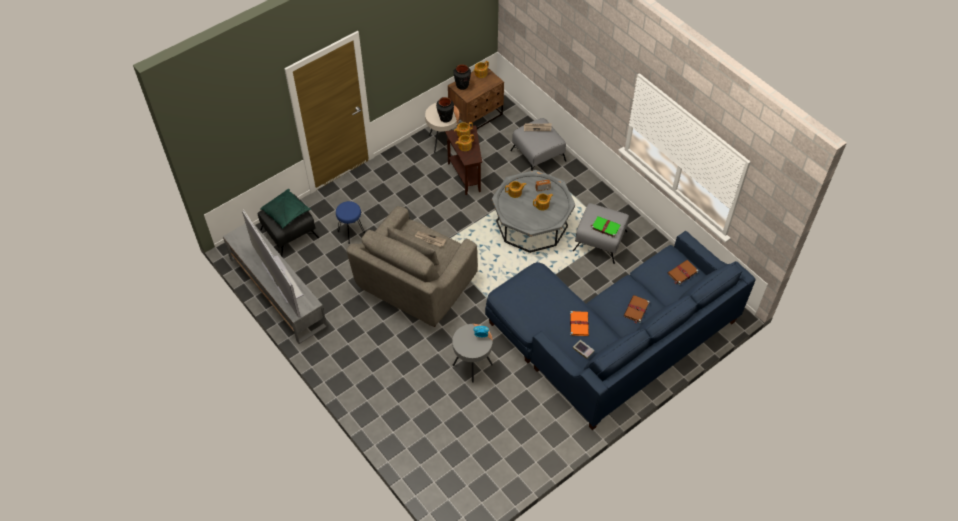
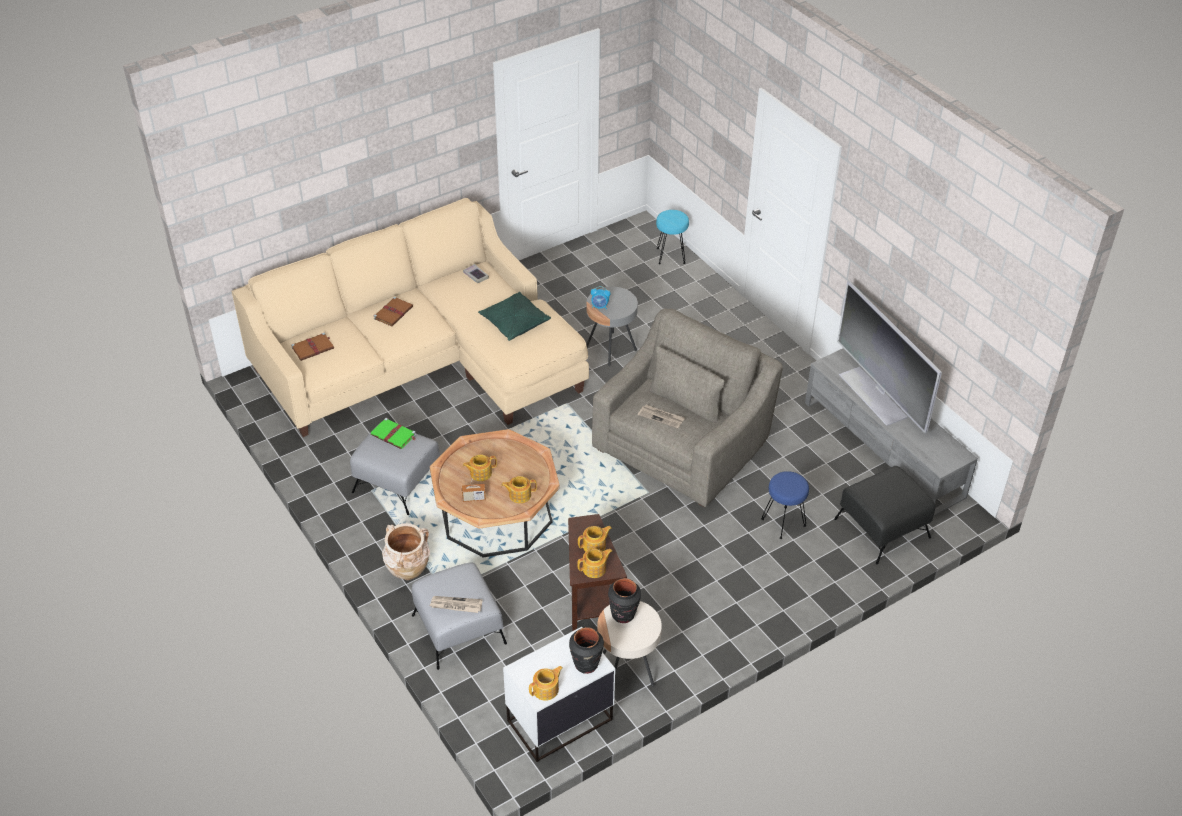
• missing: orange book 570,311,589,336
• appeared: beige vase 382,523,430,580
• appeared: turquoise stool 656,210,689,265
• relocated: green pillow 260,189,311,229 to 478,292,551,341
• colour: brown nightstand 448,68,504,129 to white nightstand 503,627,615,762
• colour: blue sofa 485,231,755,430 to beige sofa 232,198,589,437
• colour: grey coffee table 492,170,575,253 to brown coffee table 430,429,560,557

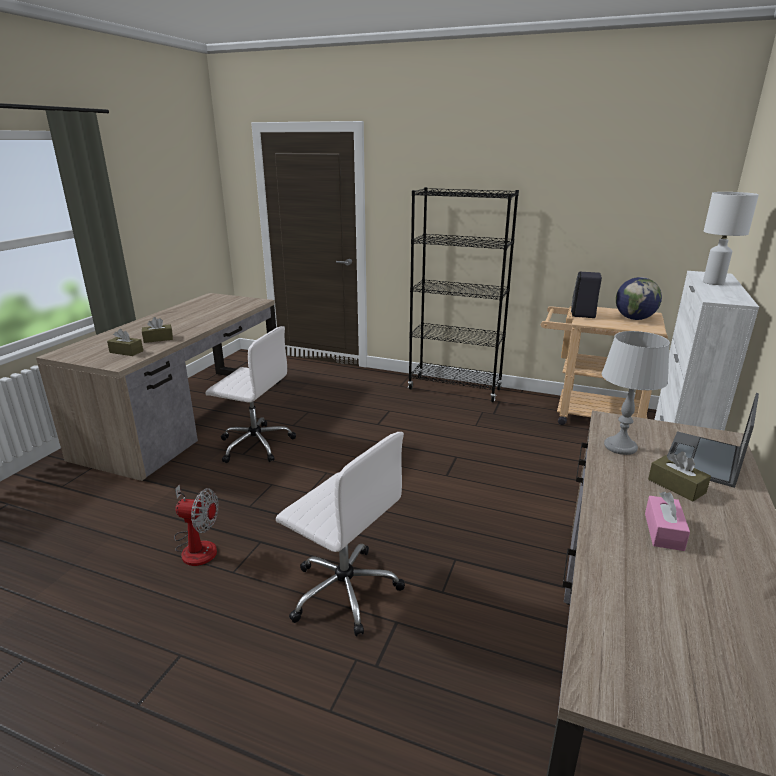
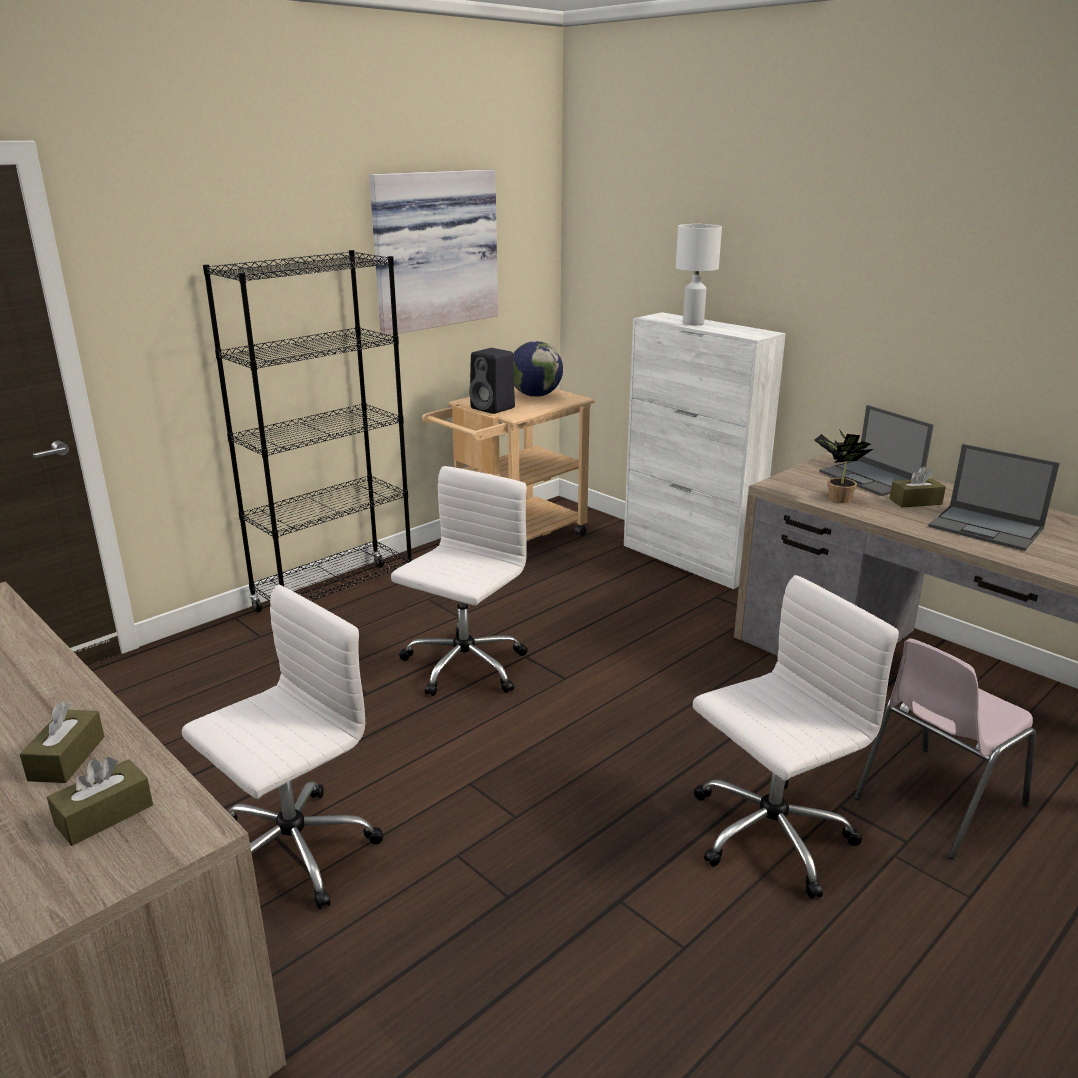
• missing: fan 174,485,219,566
• appeared: picture 369,169,498,336
• appeared: white office chair 391,466,527,696
• appeared: pink chair 854,638,1036,859
• exchanged: grey table lamp 602,331,670,455 to potted plant 814,429,873,503
• exchanged: pink tissue box 645,492,690,551 to laptop 928,444,1060,551

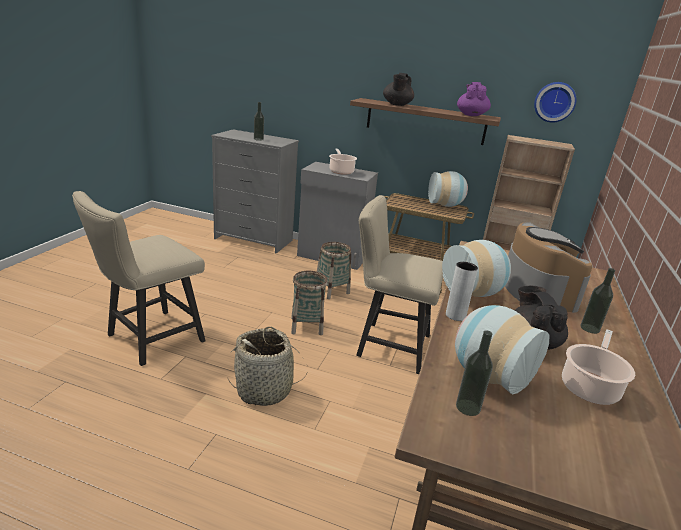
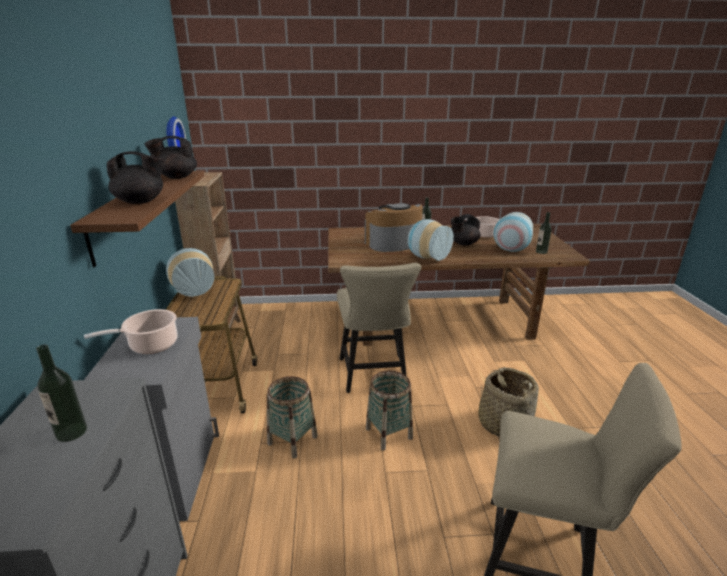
• missing: grey vase 446,262,478,321
• colour: purple teapot 457,82,491,116 to black teapot 145,136,197,179

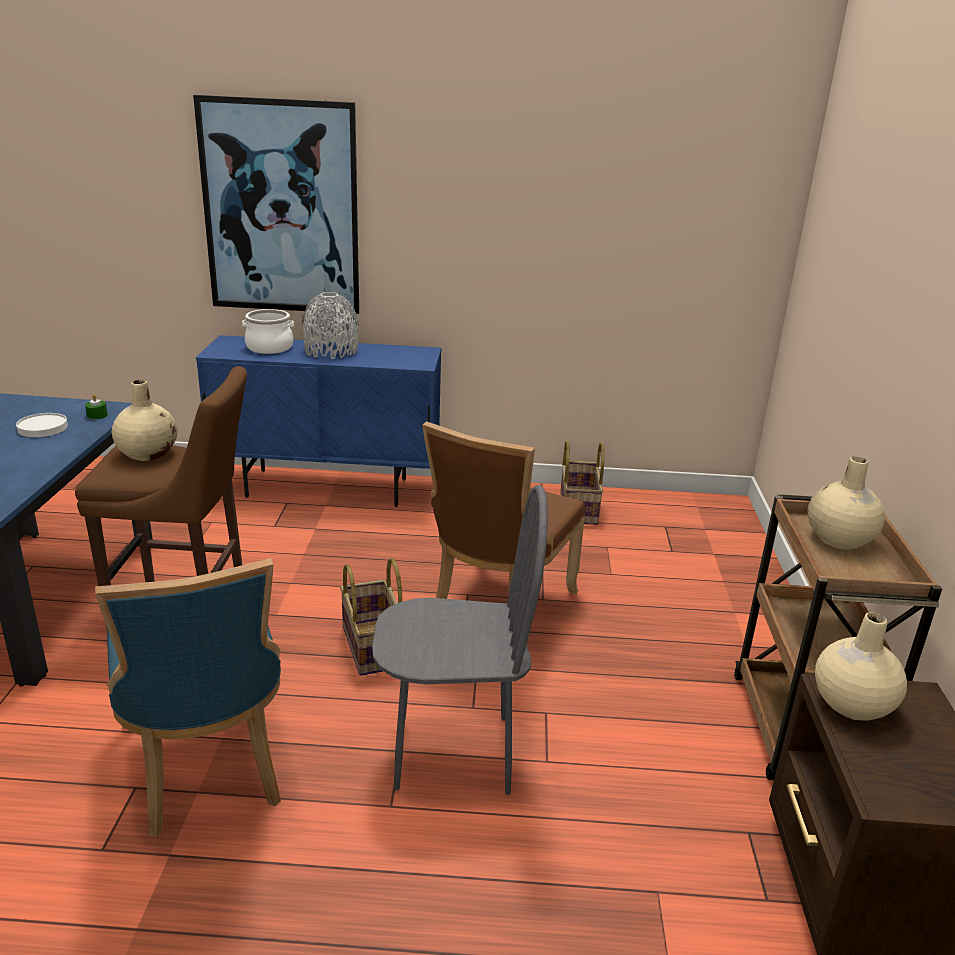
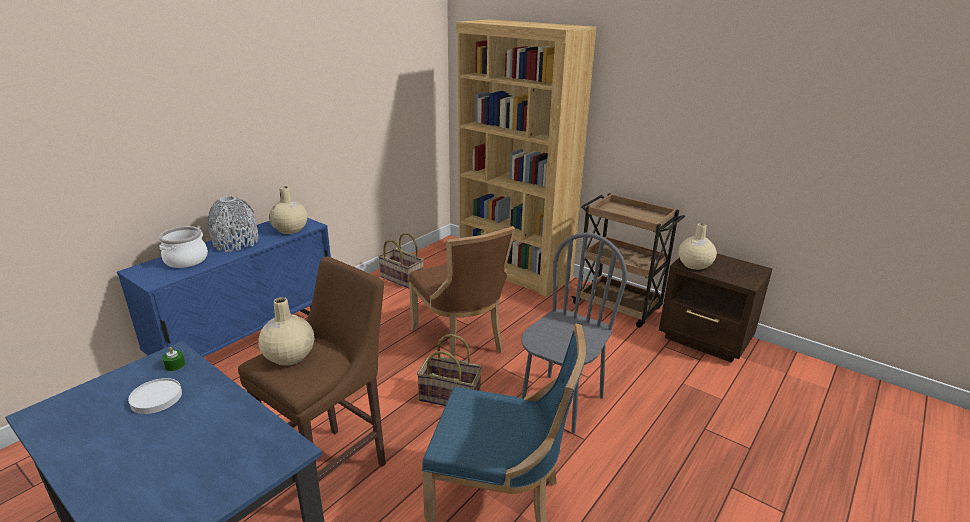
• missing: picture 193,95,359,314
• appeared: brown bookcase 456,19,596,297
• relocated: beige vase 807,456,885,549 to 269,186,308,234

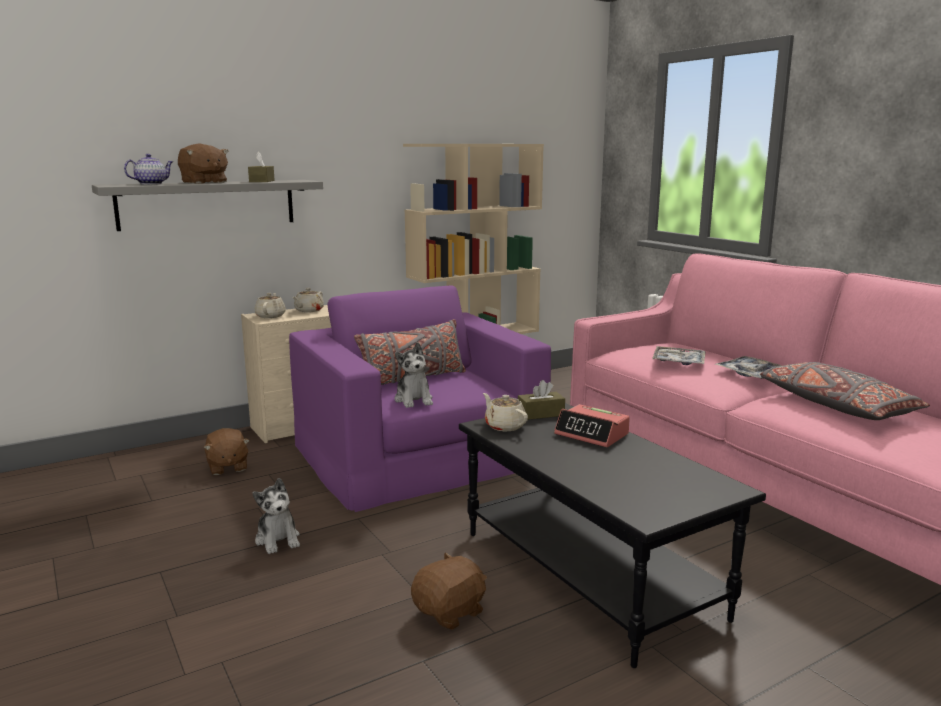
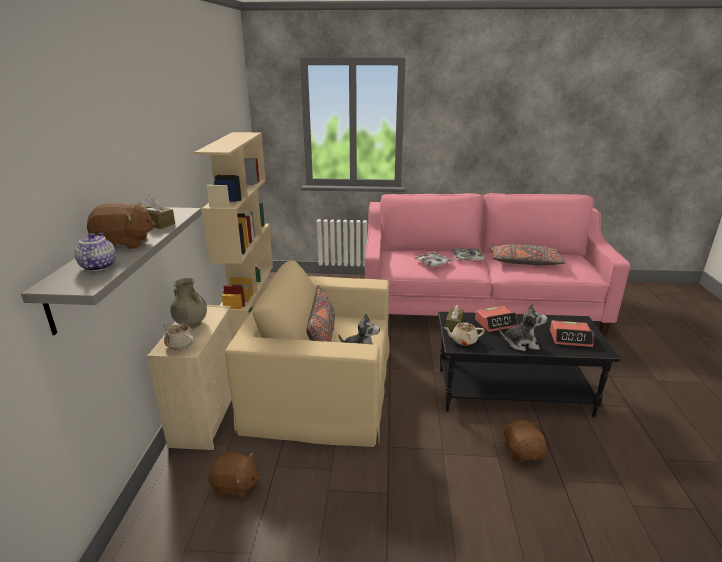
• appeared: alarm clock 550,320,593,347
• relocated: plush toy 253,478,300,554 to 499,303,547,351
• exchanged: beige teapot 293,288,324,312 to beige vase 170,278,207,329
• colour: purple armchair 289,286,551,512 to beige armchair 225,261,390,447

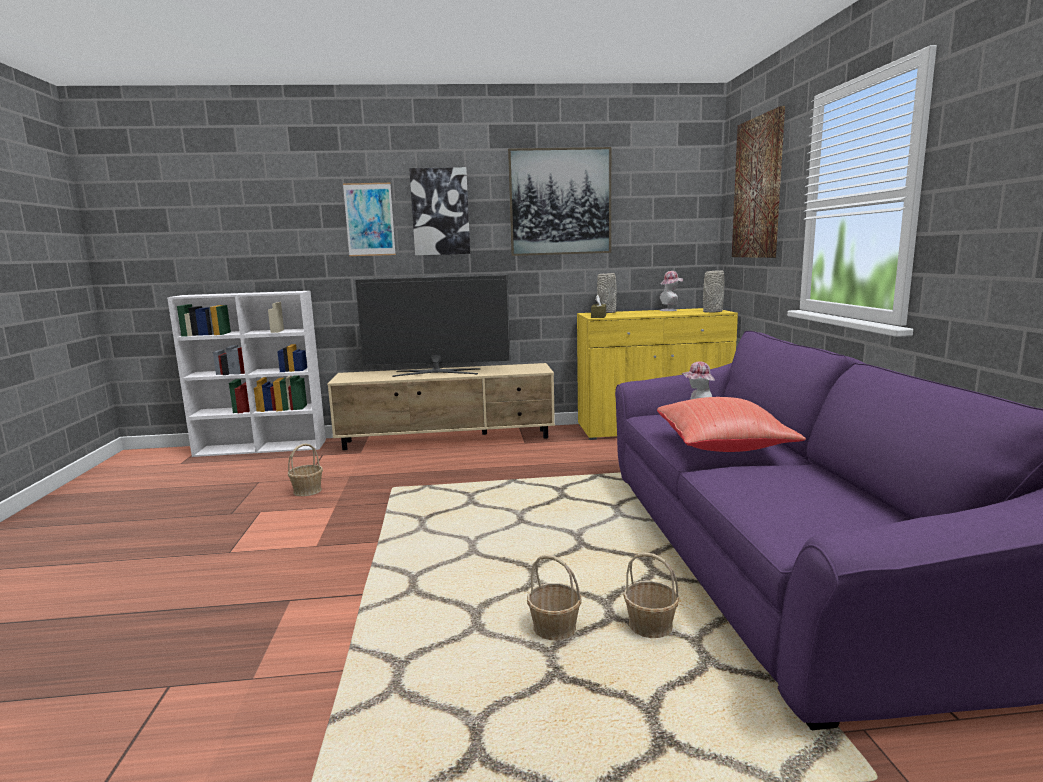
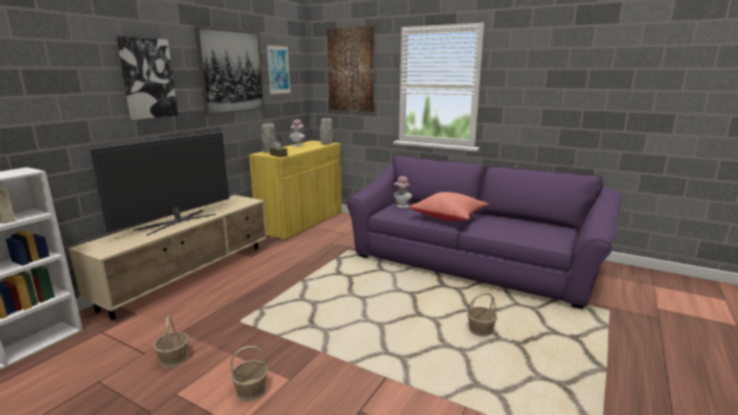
• relocated: picture 343,183,396,256 to 267,45,291,95
• relocated: basket 623,552,680,638 to 230,346,268,402

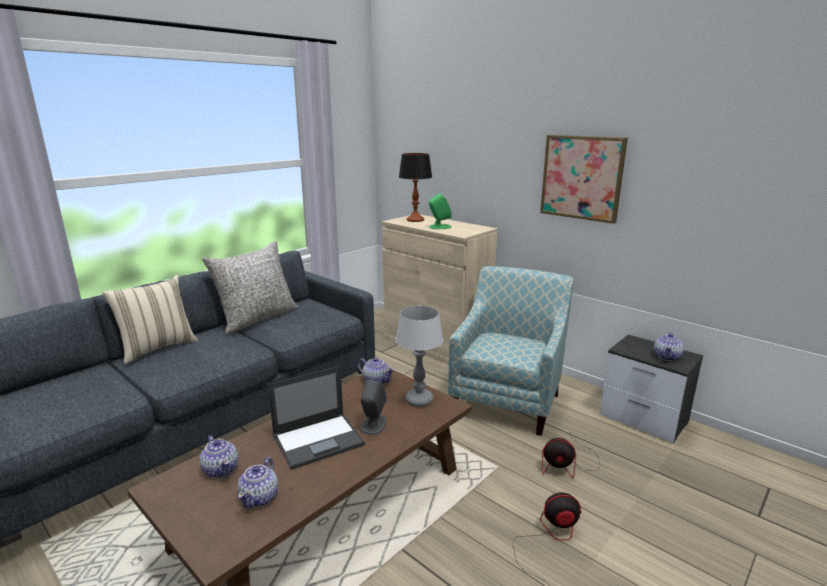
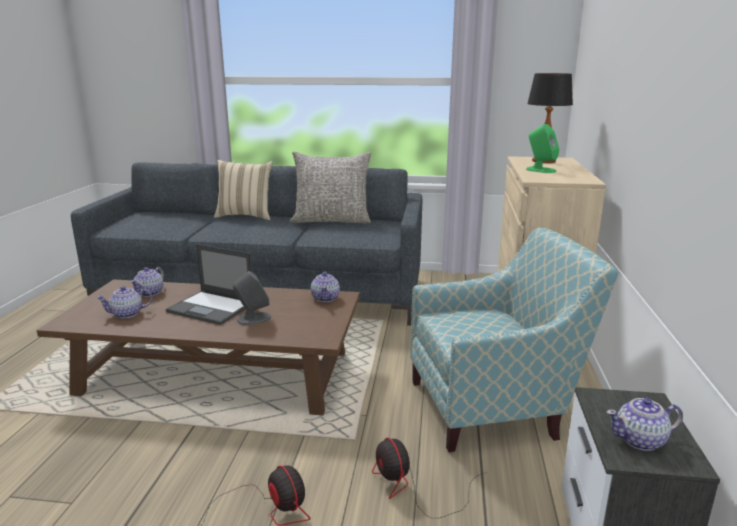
• missing: table lamp 395,306,443,407
• missing: picture 540,135,628,224

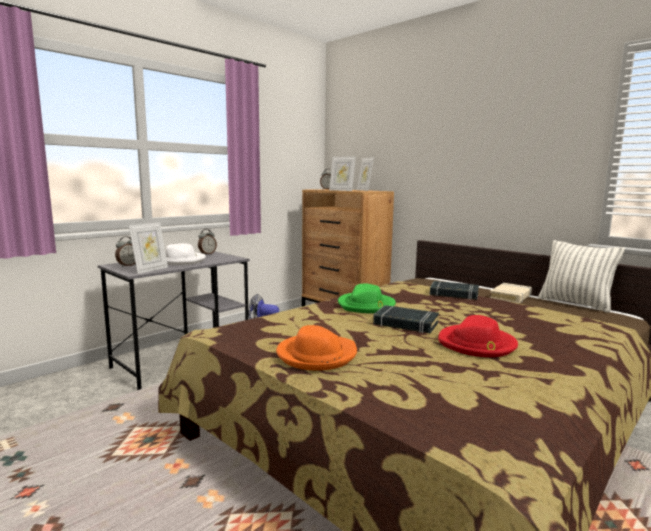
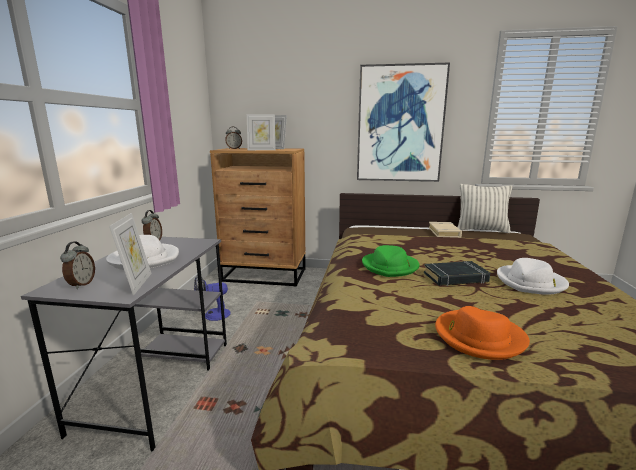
• missing: black book 430,281,479,300
• appeared: picture 357,63,450,182
• colour: red hat 438,315,518,357 to white hat 497,258,569,295

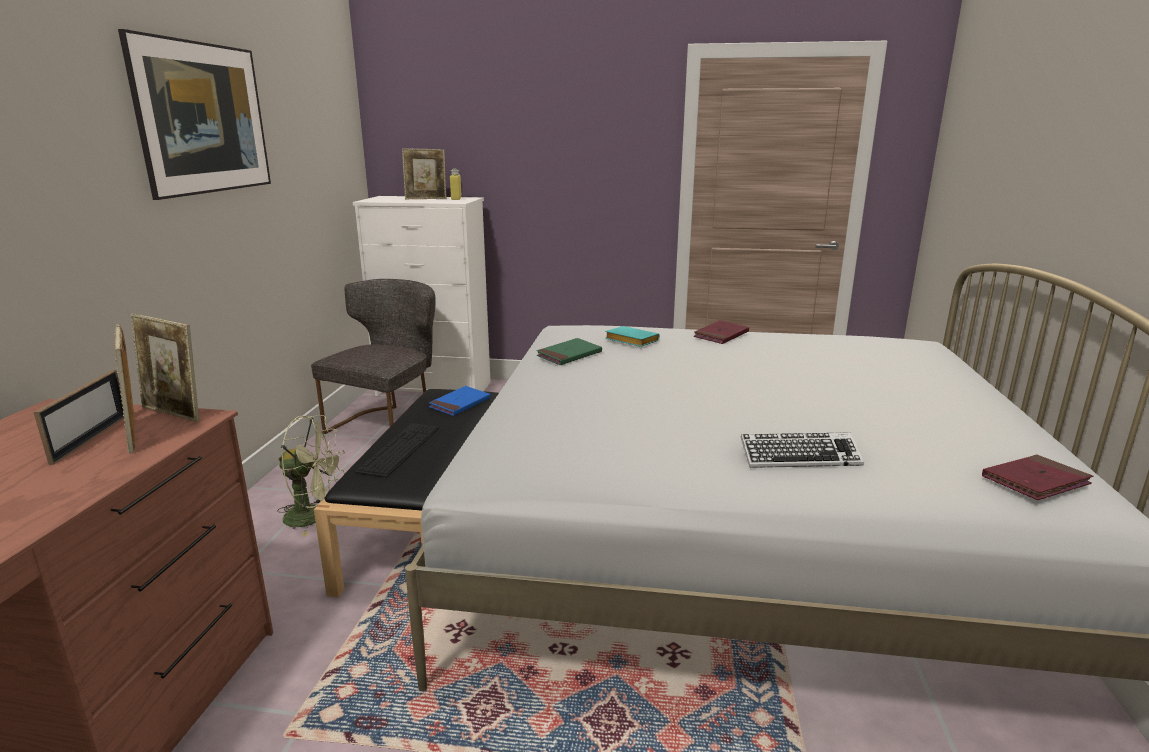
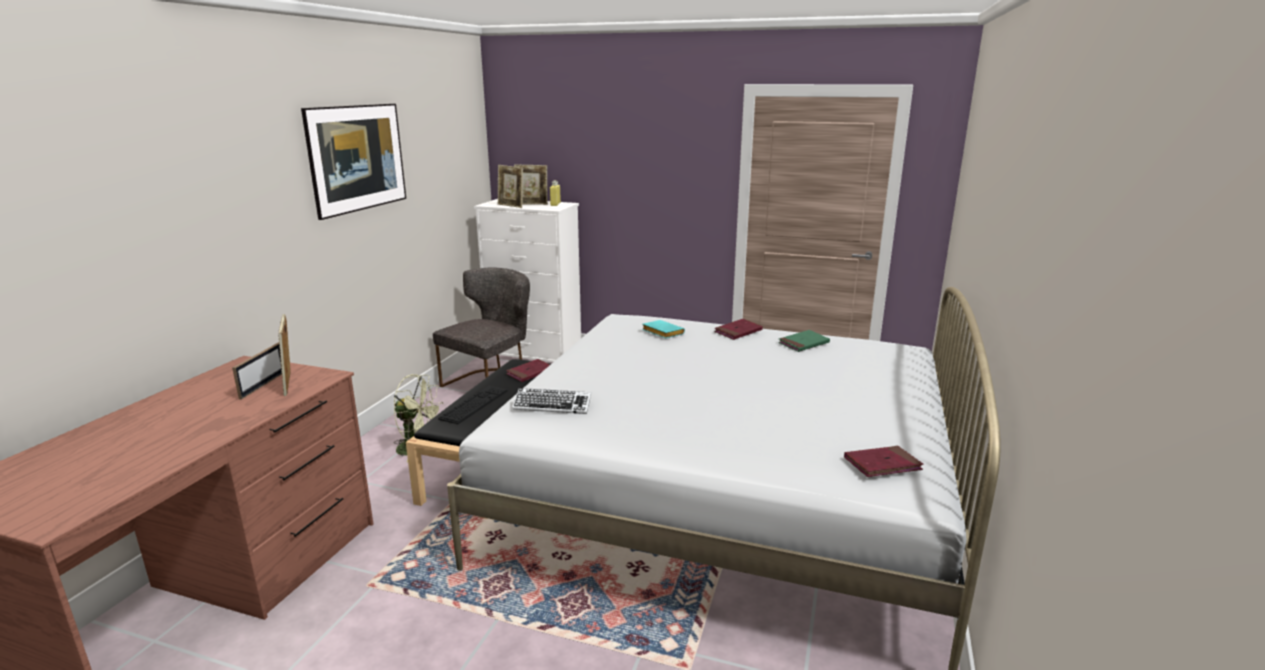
• relocated: picture frame 130,313,199,422 to 498,165,523,208
• relocated: green book 537,338,602,365 to 778,330,830,352
• relocated: keyboard 741,432,864,468 to 512,388,591,414
• colour: blue book 429,386,490,416 to red book 506,359,550,382

